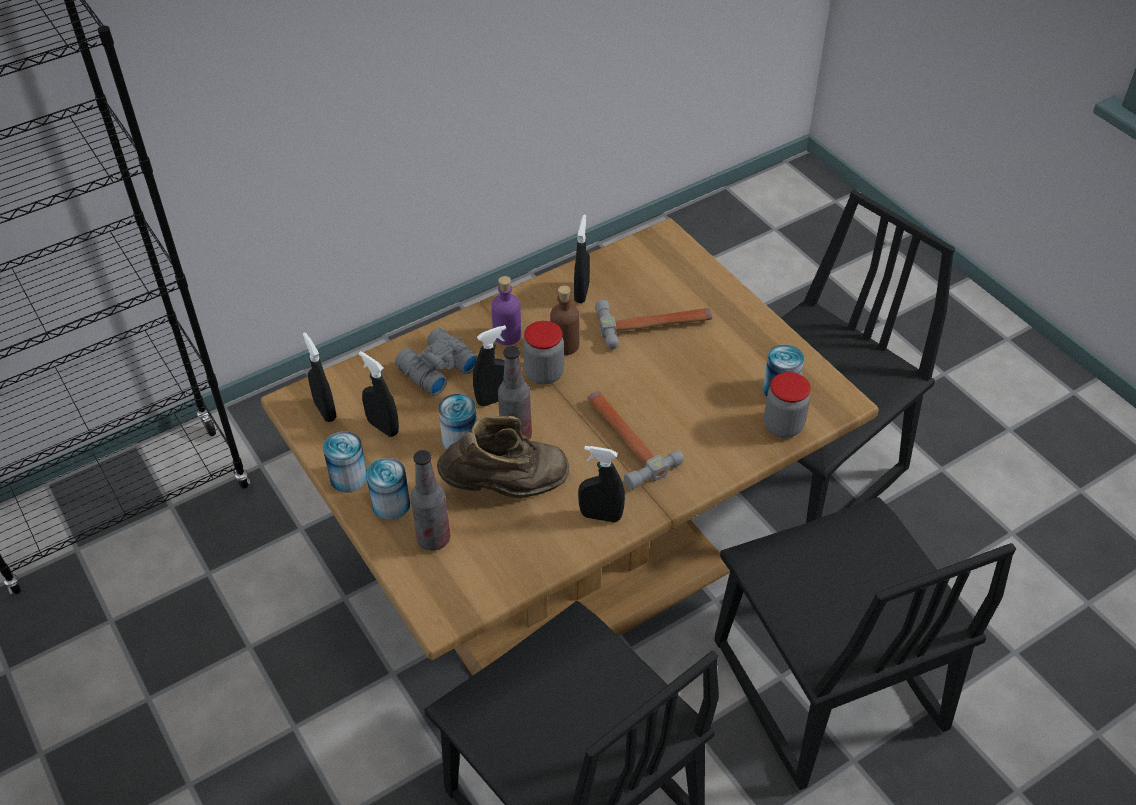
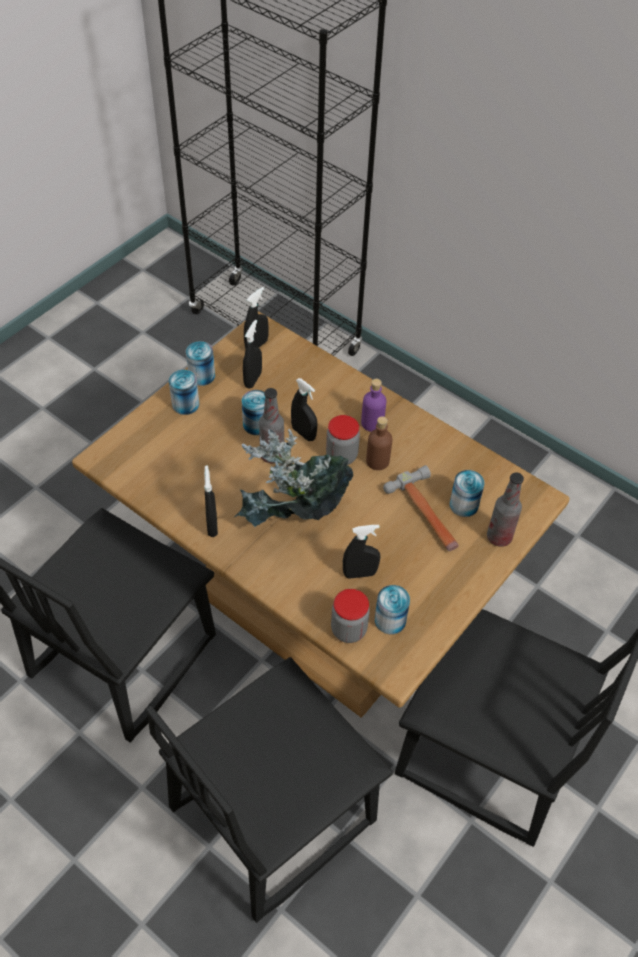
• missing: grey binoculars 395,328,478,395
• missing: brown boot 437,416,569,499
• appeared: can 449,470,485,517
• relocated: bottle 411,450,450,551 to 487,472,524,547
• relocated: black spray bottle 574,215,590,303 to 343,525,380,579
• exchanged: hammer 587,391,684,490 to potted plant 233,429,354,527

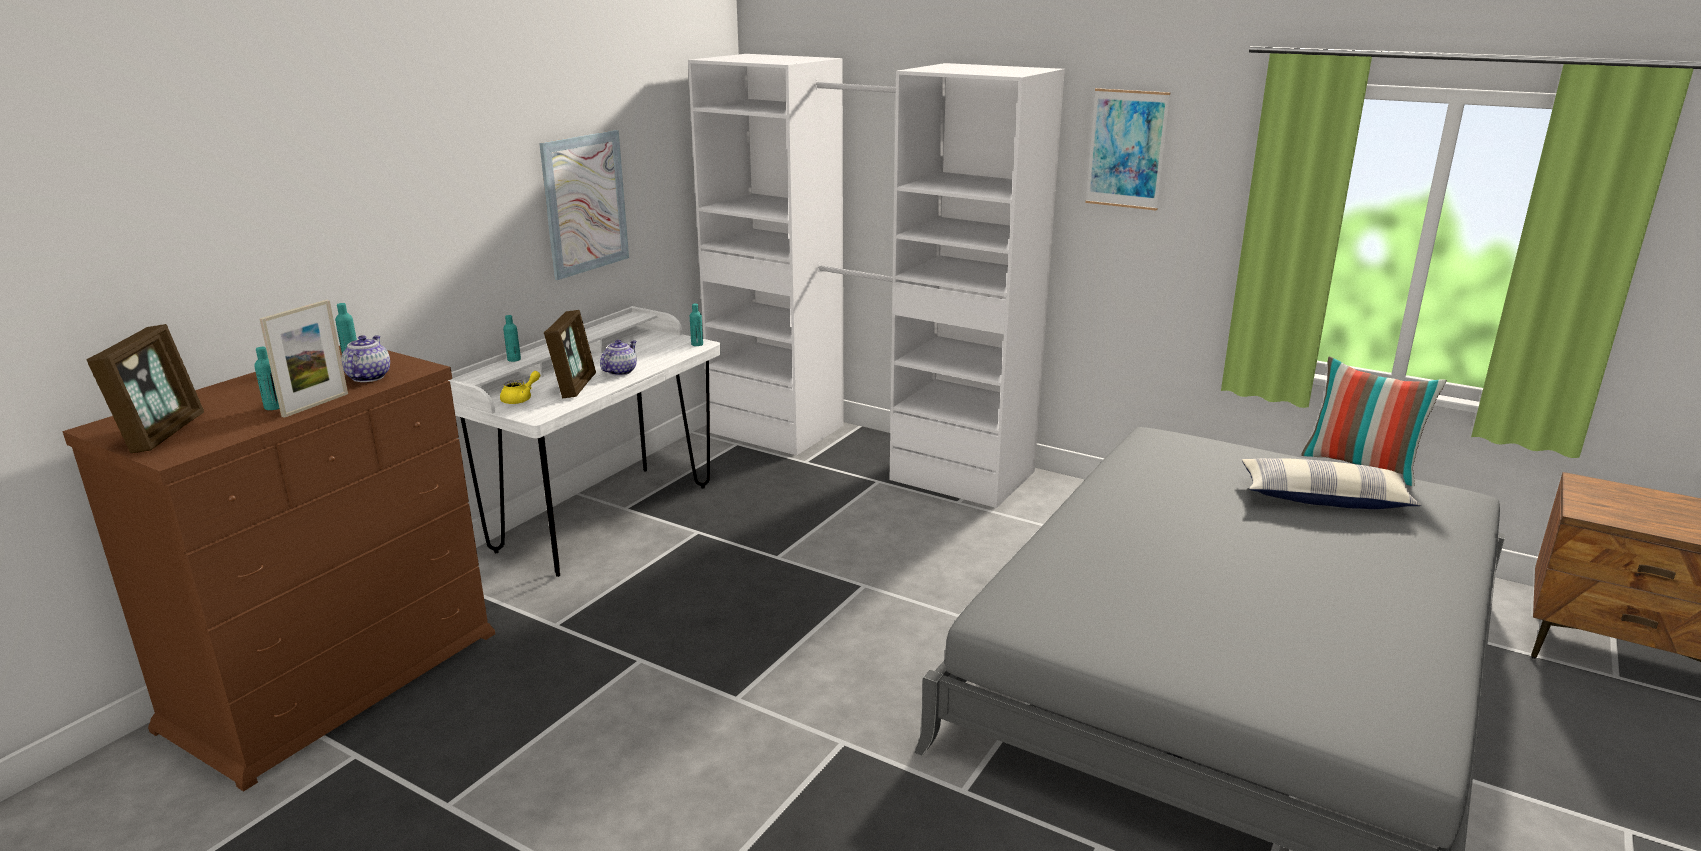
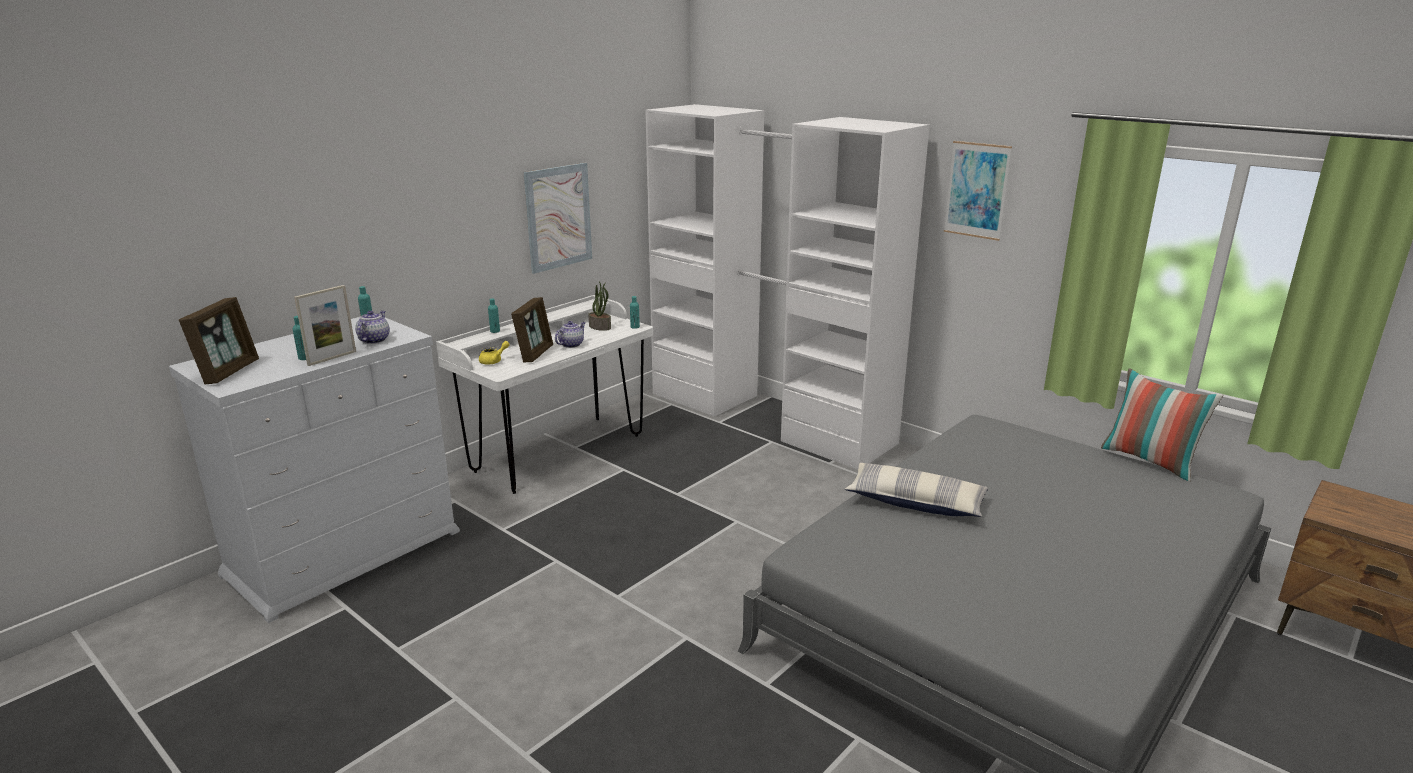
• appeared: potted plant 588,282,611,331
• relocated: pillow 1242,458,1421,509 to 845,463,988,517
• colour: brown dresser 62,346,495,791 to white dresser 169,317,460,623

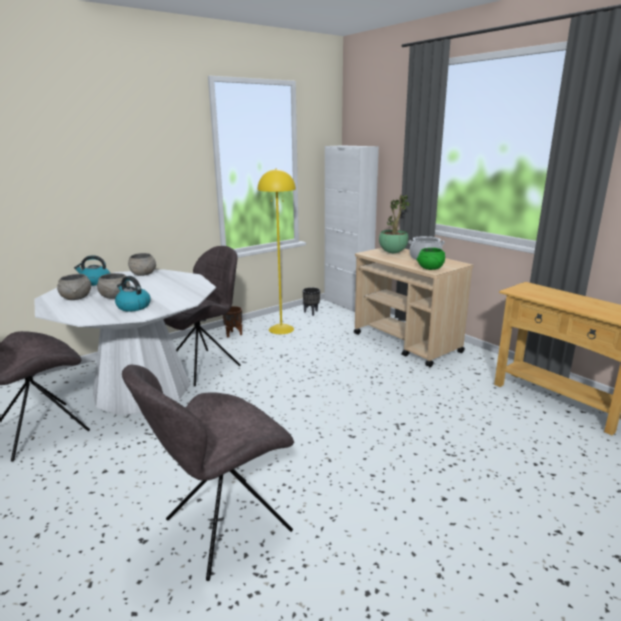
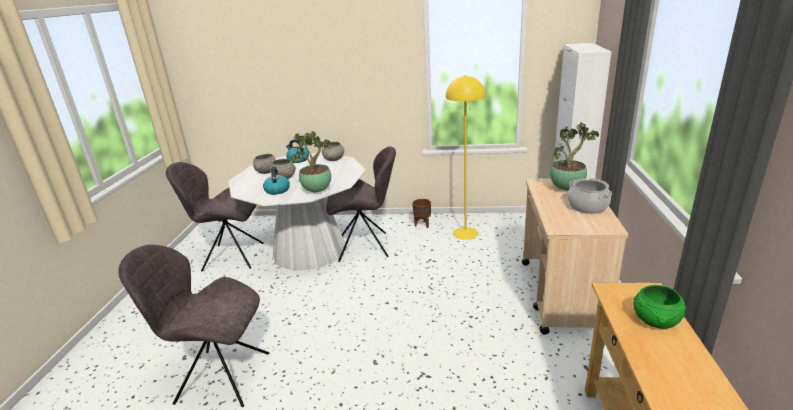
• missing: black planter 302,287,320,316
• appeared: potted plant 291,131,331,192
• relocated: green bowl 417,248,445,270 to 634,285,686,329

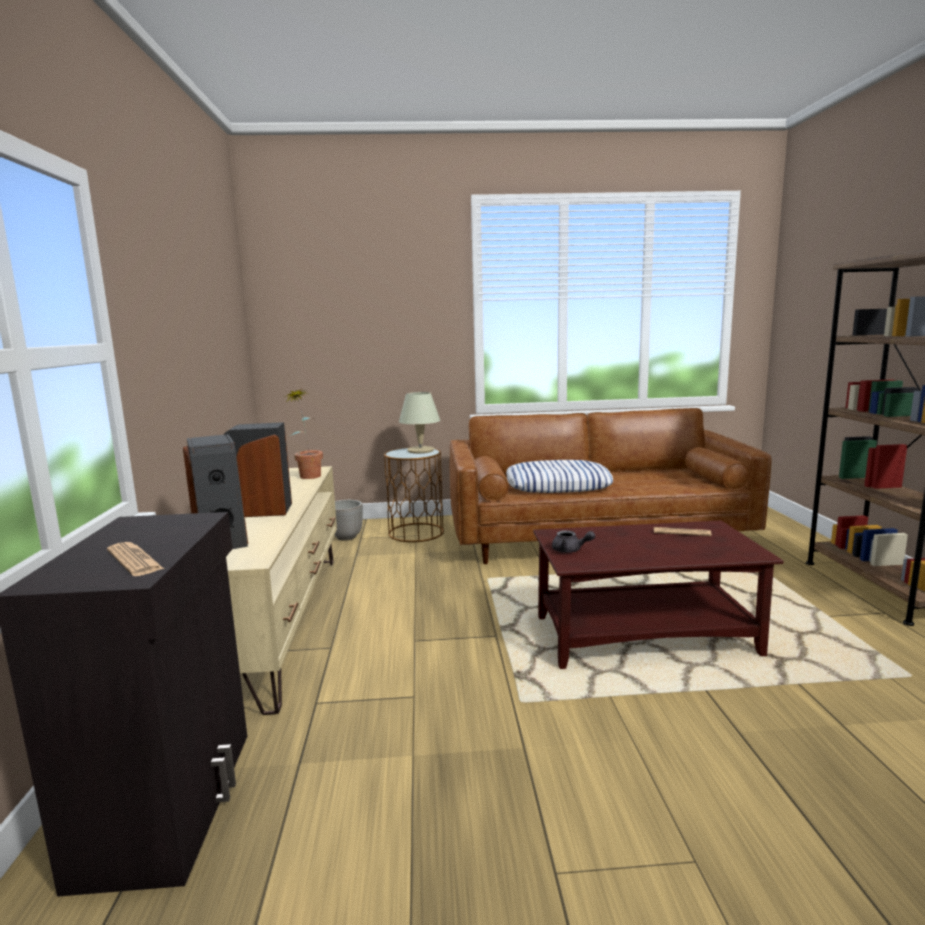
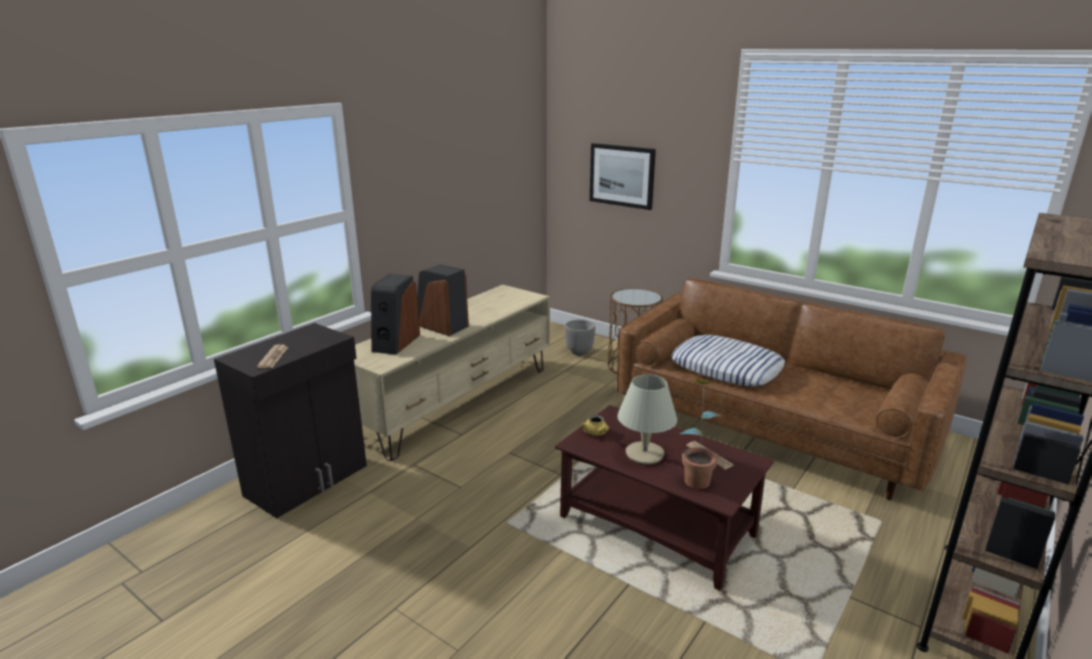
• appeared: picture 590,143,656,210
• relocated: potted plant 287,388,323,479 to 679,379,721,489
• relocated: beige table lamp 399,392,440,453 to 617,375,677,464
• colour: grey teapot 552,530,595,553 to yellow teapot 581,415,609,436

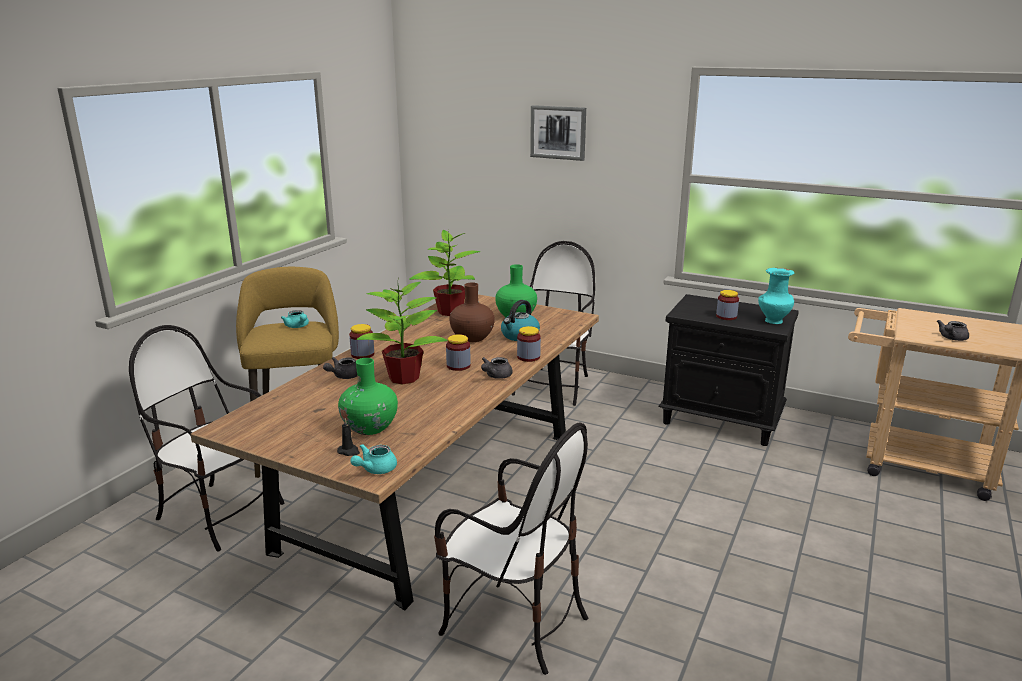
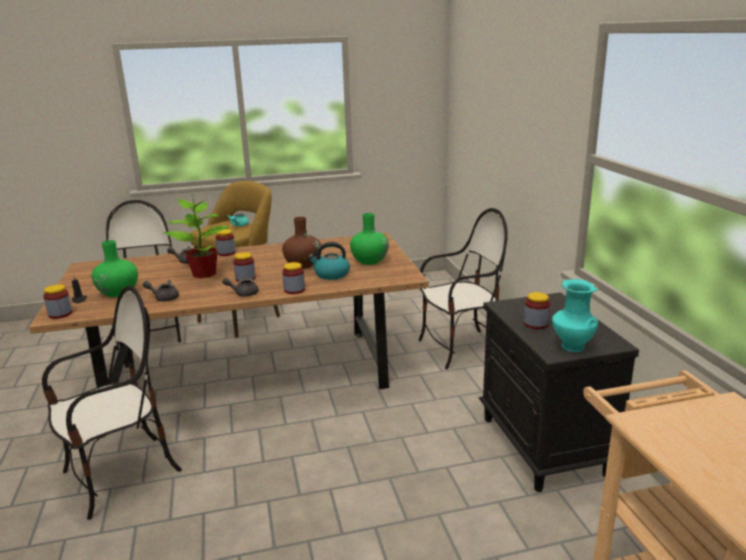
• missing: potted plant 409,230,480,316
• missing: picture 530,105,586,161
• relocated: grey teapot 937,320,969,341 to 143,280,179,301
• exchanged: turquoise teapot 350,444,397,474 to jar 43,284,73,319
• spun: chair 434,422,588,675 = 42,286,182,520 120 degrees counterclockwise

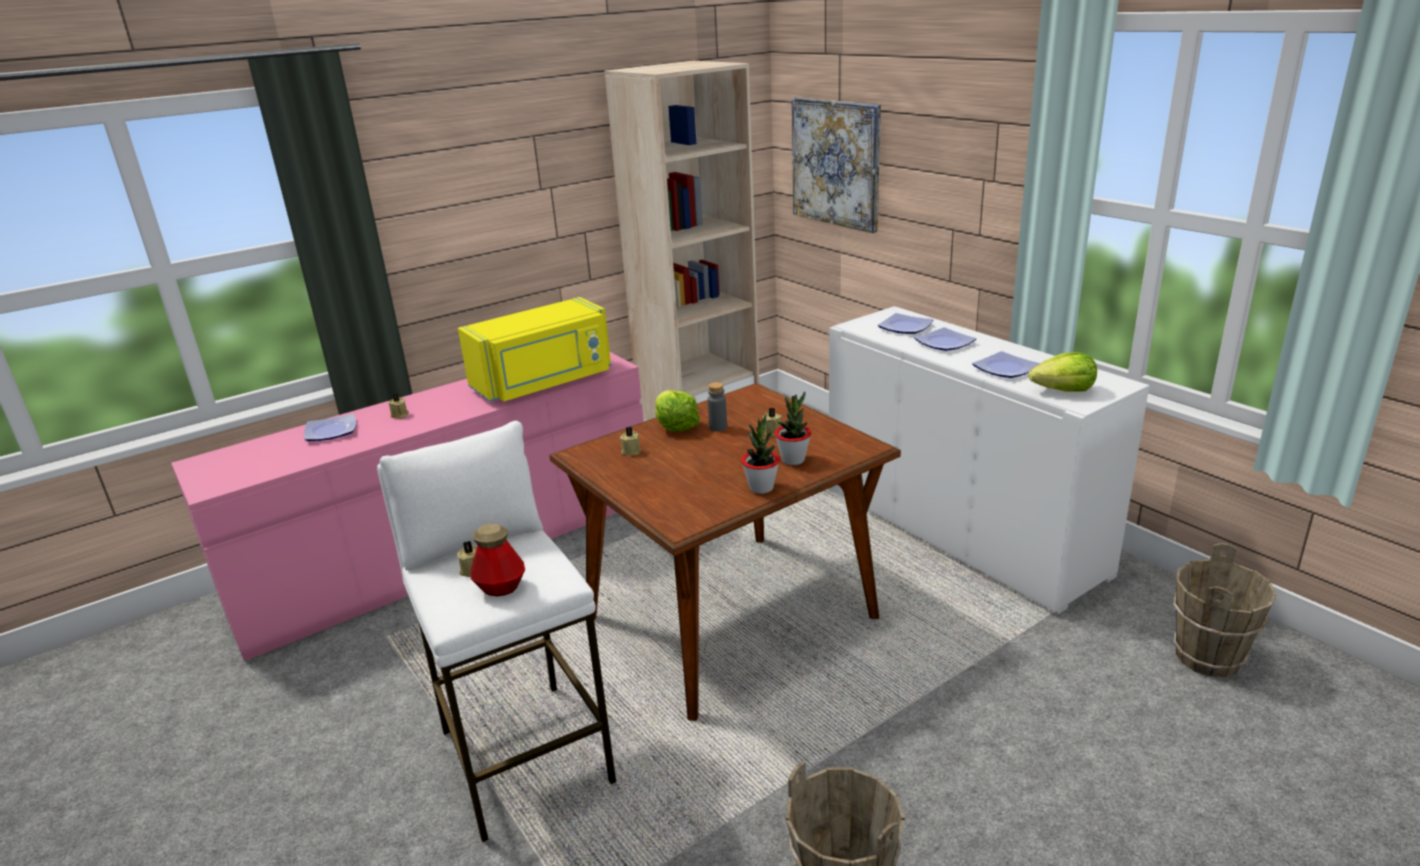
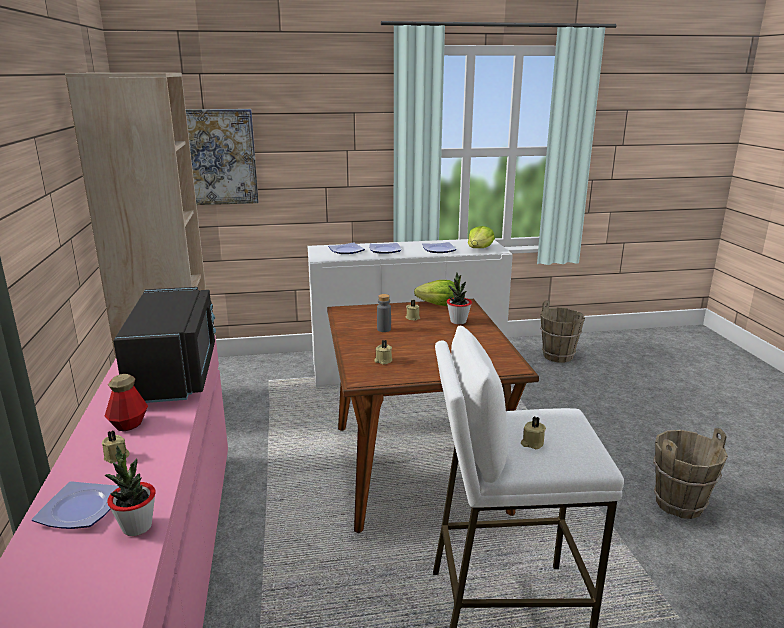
• relocated: bottle 470,524,525,596 to 104,374,148,431
• relocated: lettuce 655,390,700,432 to 414,280,457,306
• relocated: potted plant 741,414,780,494 to 105,445,156,536
• colour: yellow microwave 458,297,611,402 to black microwave 113,287,216,403

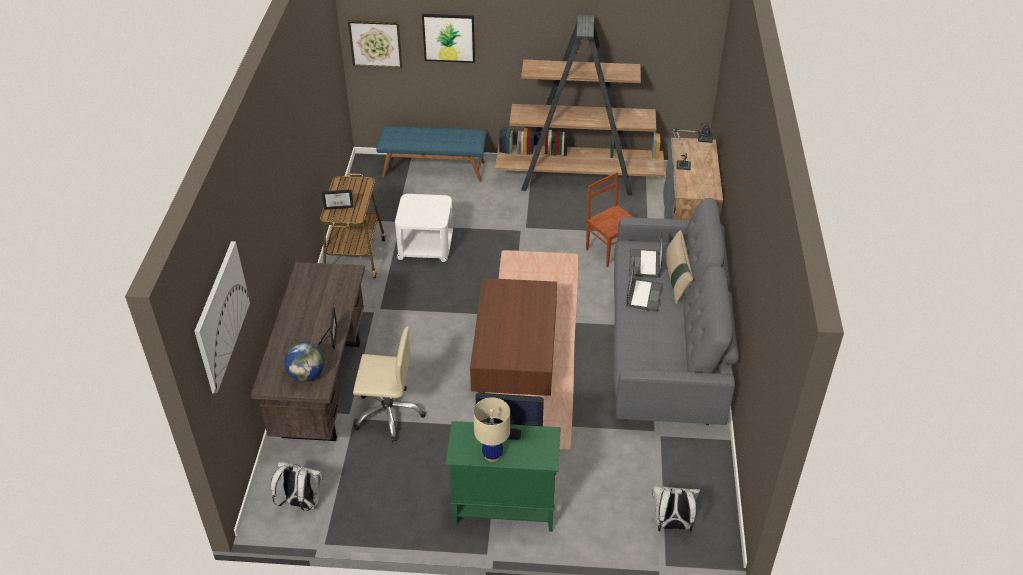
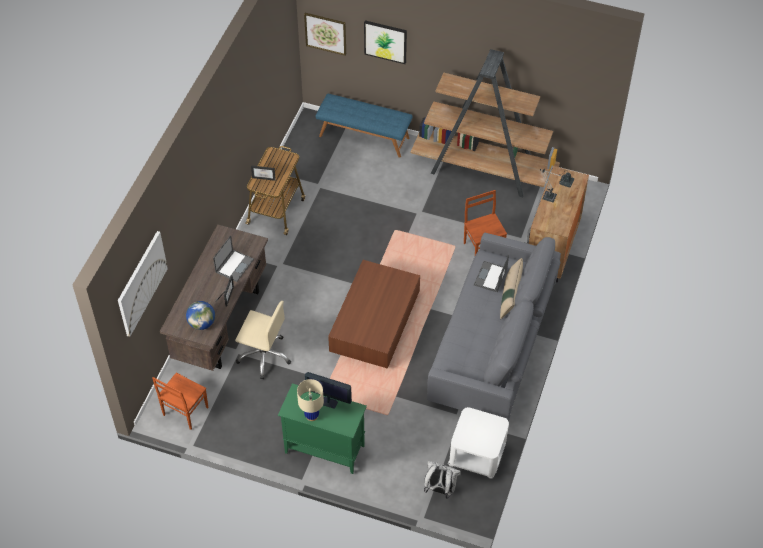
• relocated: white side table 395,194,453,262 to 448,407,509,479
• relocated: laptop 626,258,663,312 to 213,235,254,282
• exchanged: white backpack 271,462,324,511 to brown chair 152,373,209,430

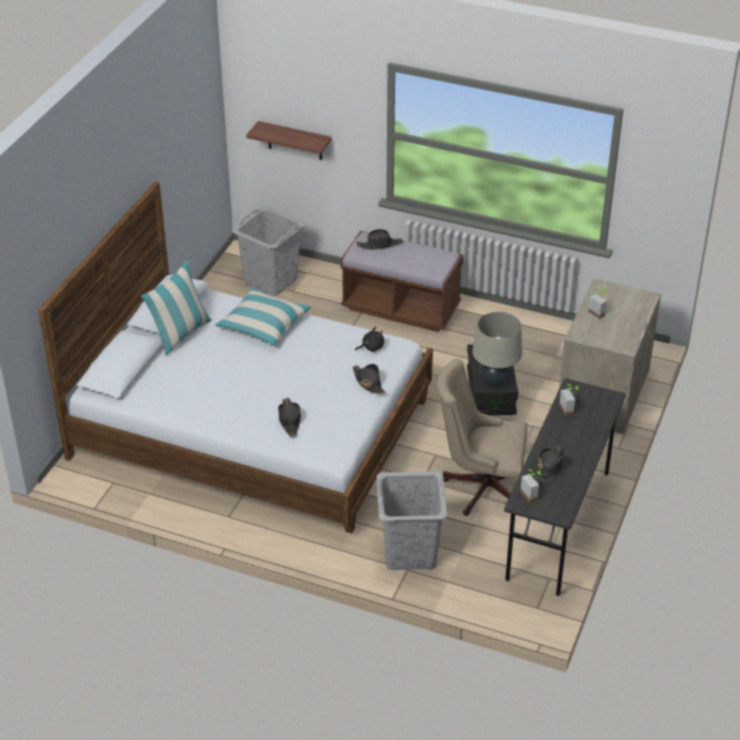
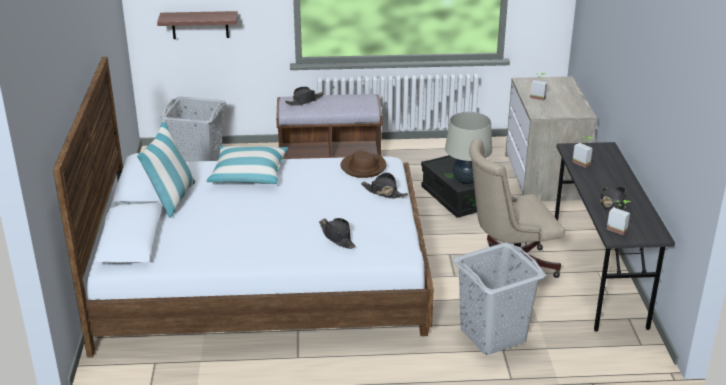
• exchanged: black plush toy 355,327,384,352 to brown hat 340,151,387,178

